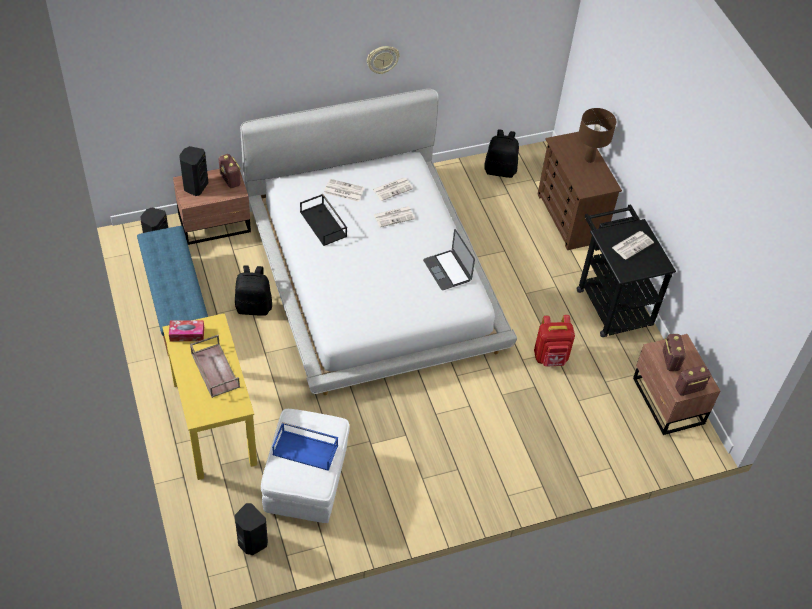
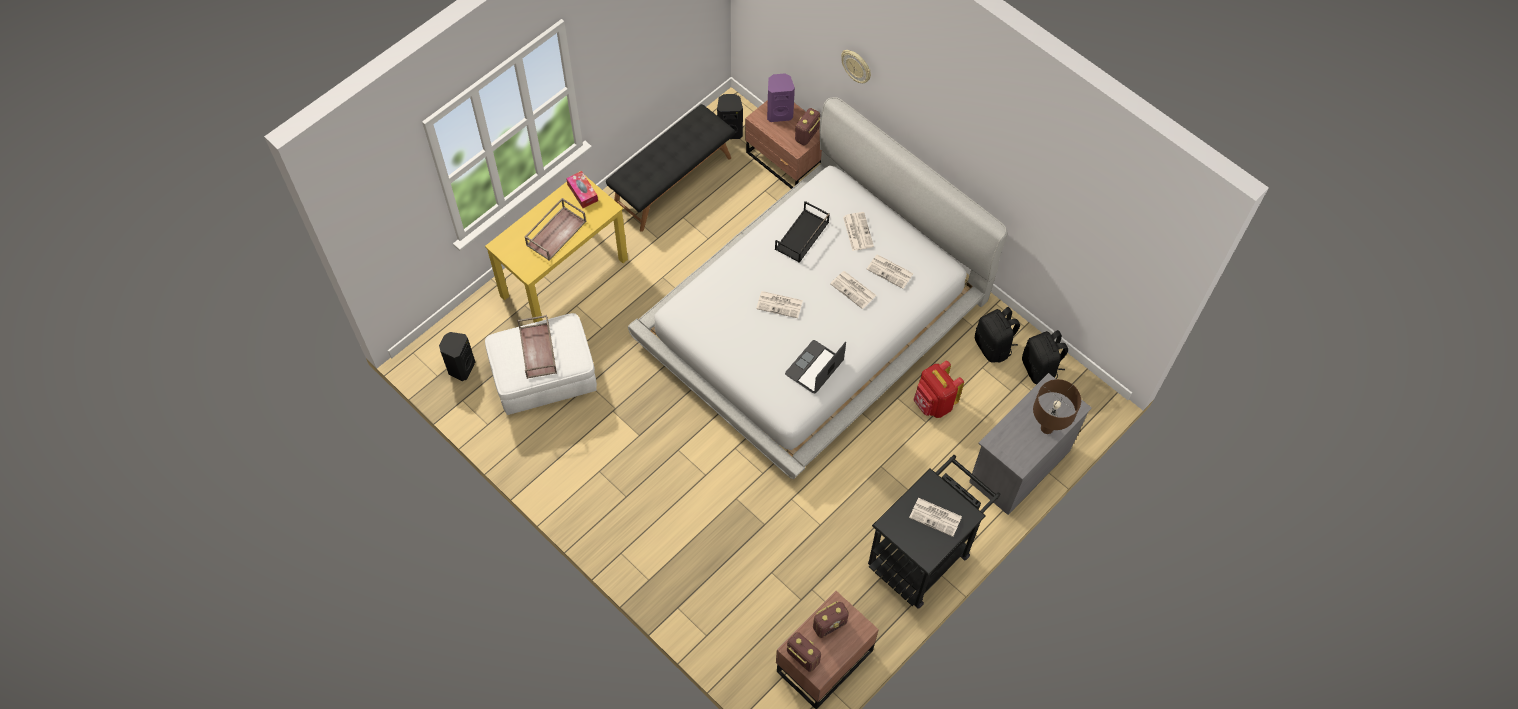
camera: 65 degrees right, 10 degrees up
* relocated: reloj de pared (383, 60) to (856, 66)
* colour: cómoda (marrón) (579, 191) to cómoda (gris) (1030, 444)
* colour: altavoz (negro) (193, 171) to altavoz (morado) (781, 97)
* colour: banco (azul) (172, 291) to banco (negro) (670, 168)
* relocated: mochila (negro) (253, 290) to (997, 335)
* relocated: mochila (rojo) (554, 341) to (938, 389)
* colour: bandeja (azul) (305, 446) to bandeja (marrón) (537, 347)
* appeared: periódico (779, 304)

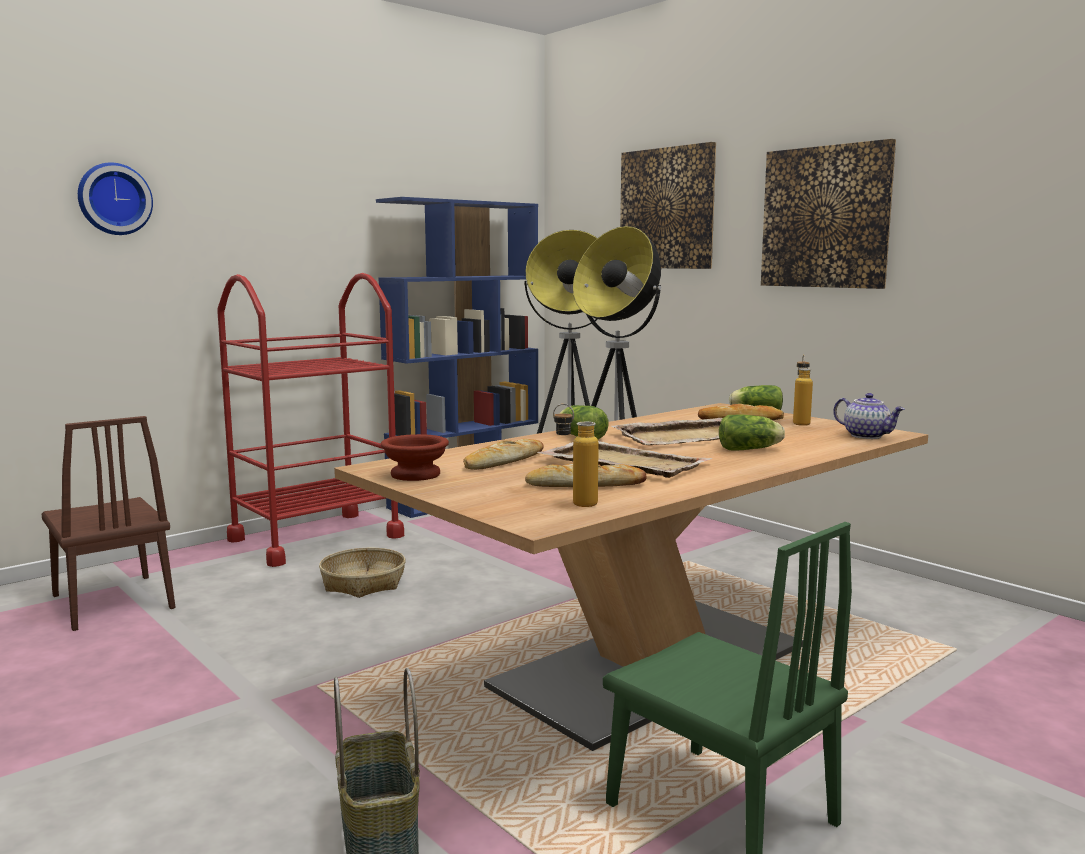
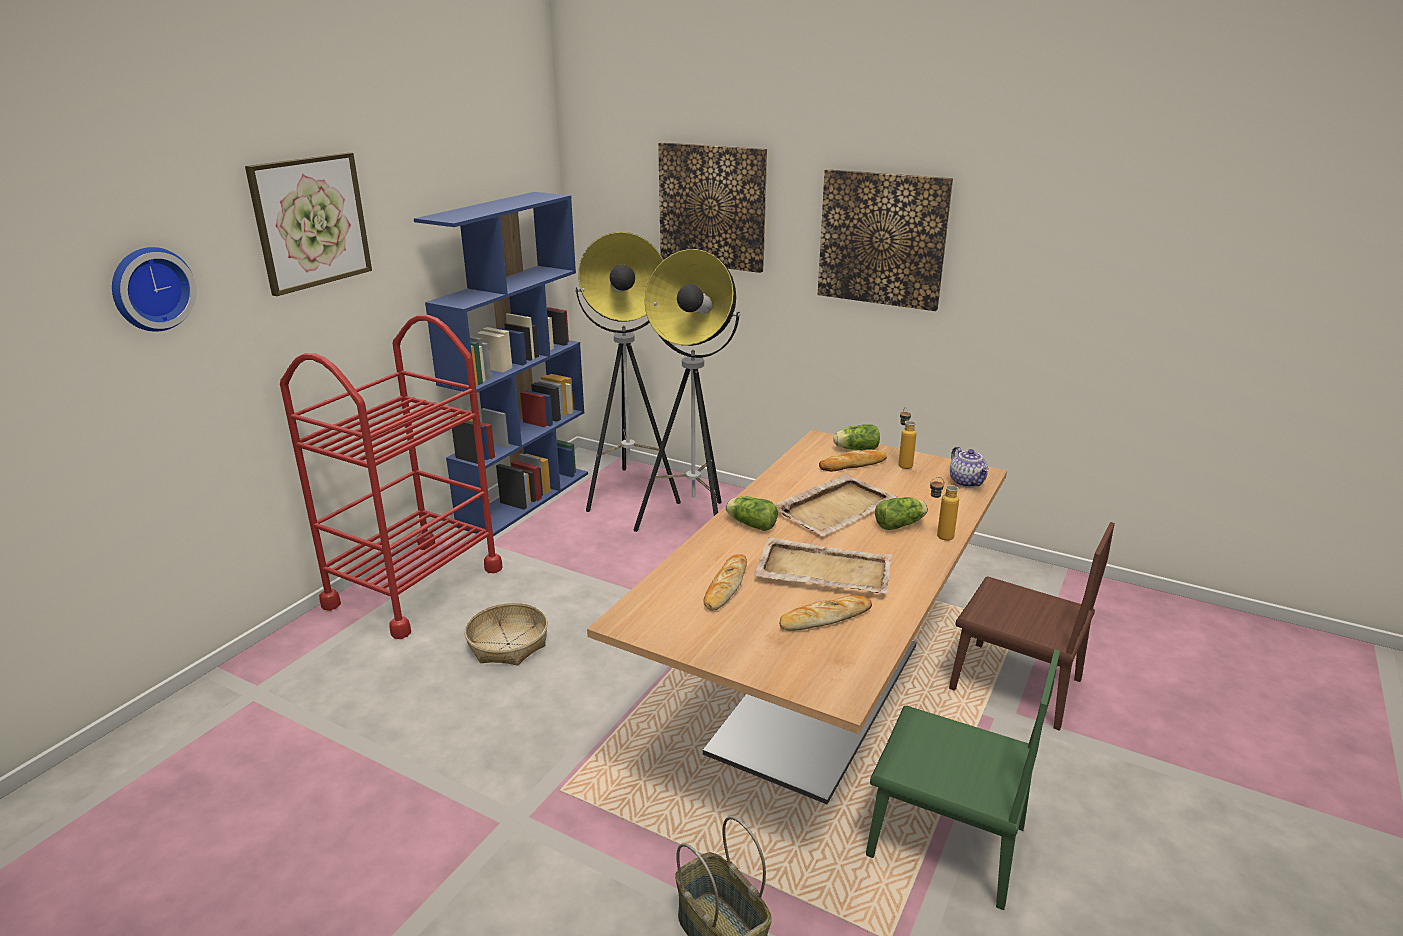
camera: 20 degrees left, 15 degrees up
* spun: tetera (869, 416) = (969, 467) 45 degrees clockwise
* relocated: botella (576, 455) to (944, 509)
* relocated: silla (marrón) (108, 523) to (1032, 626)
* missing: cuenco (marrón) (415, 457)
* appeared: cuadro (308, 224)

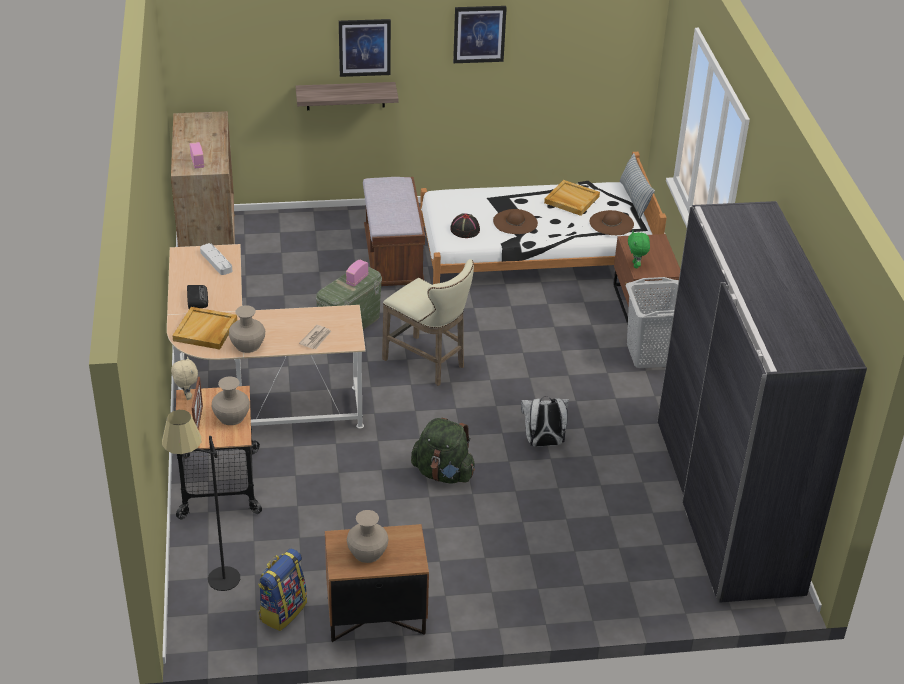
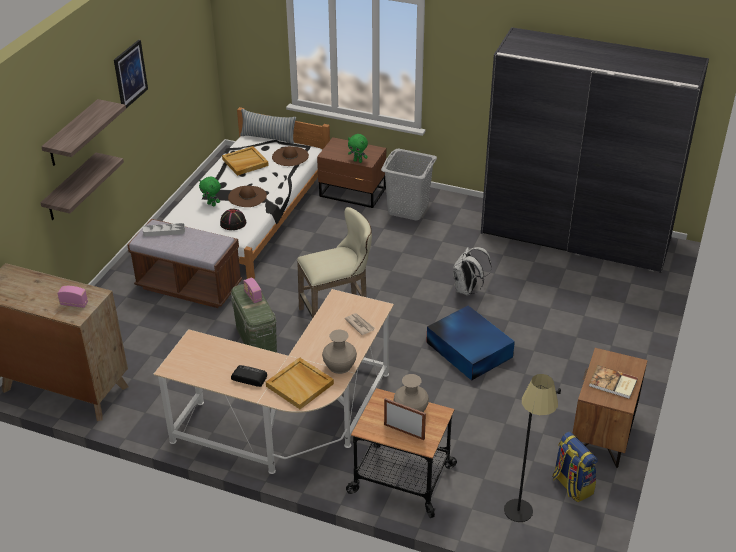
camera: 60 degrees left, 0 degrees up
* exchanged: cuadro (365, 48) to estante (83, 132)
* relocated: bandeja (gris) (216, 259) to (164, 230)
* missing: peluche (beis) (184, 378)
* exchanged: mochila (verde) (443, 451) to caja de almacenaje (azul) (470, 342)
* exchanged: florero (beis) (368, 536) to libro (613, 382)
* appeared: peluche (verde) (210, 192)

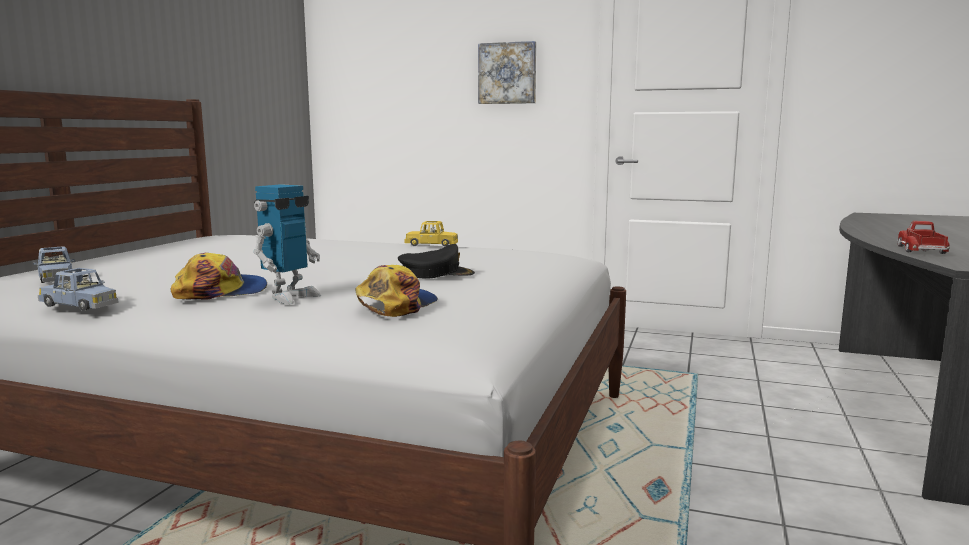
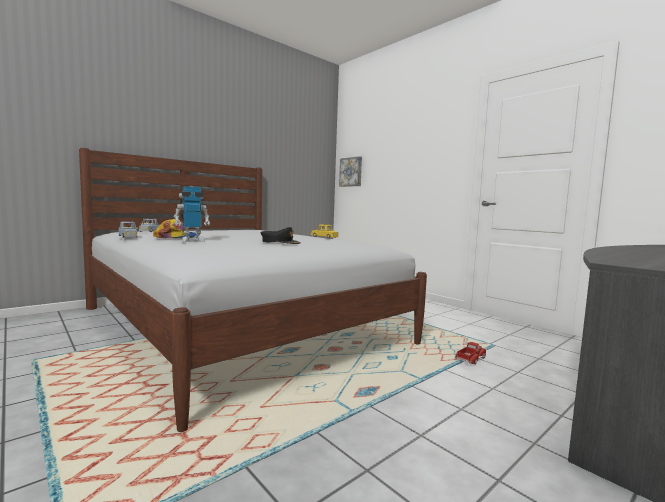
camera: 30 degrees right, 5 degrees down
* relocated: cuadro (507, 72) to (350, 171)
* relocated: camión de juguete (923, 237) to (470, 353)
* missing: gorra (396, 291)

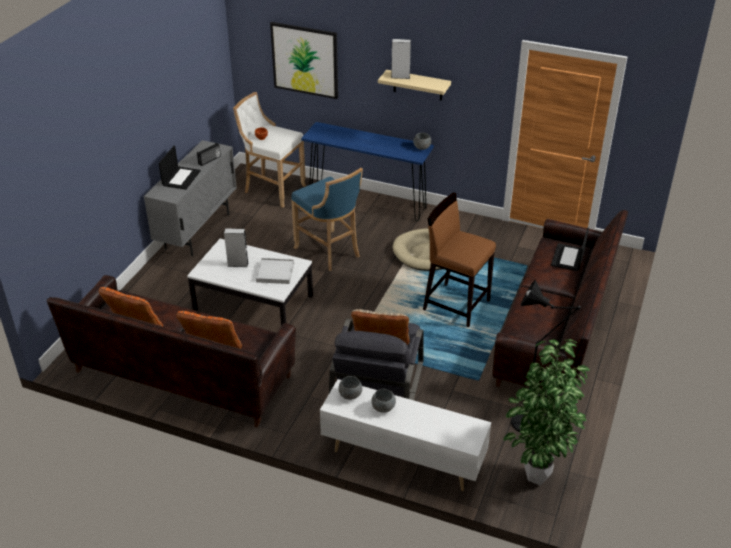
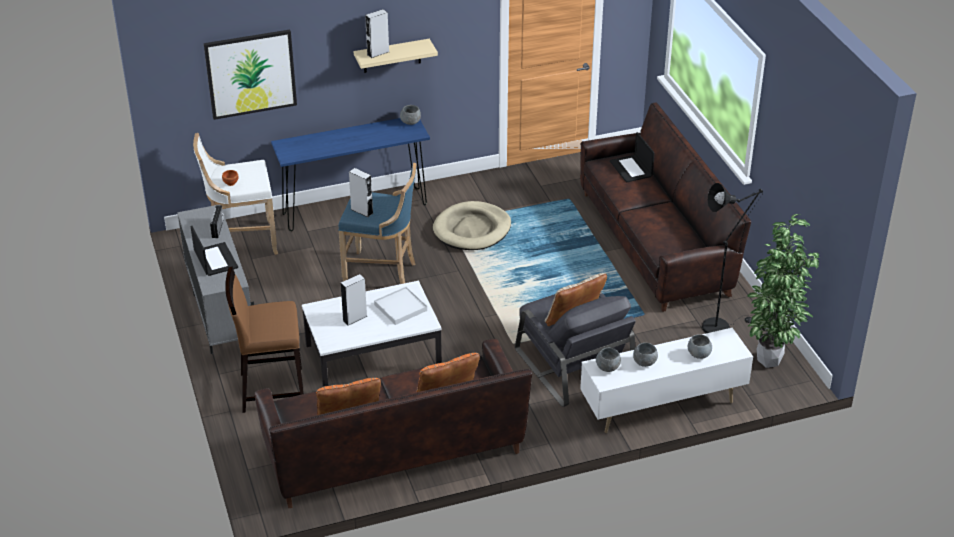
camera: 40 degrees left, 0 degrees up
* relocated: taburete (marrón) (459, 259) to (264, 339)
* appeared: altavoz (gris) (361, 192)
* appeared: cuenco (gris) (700, 346)

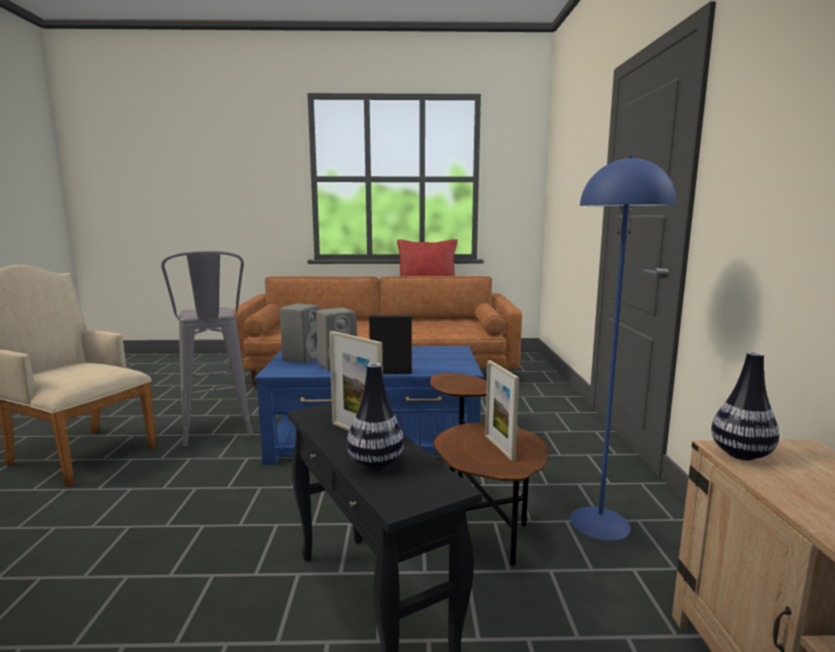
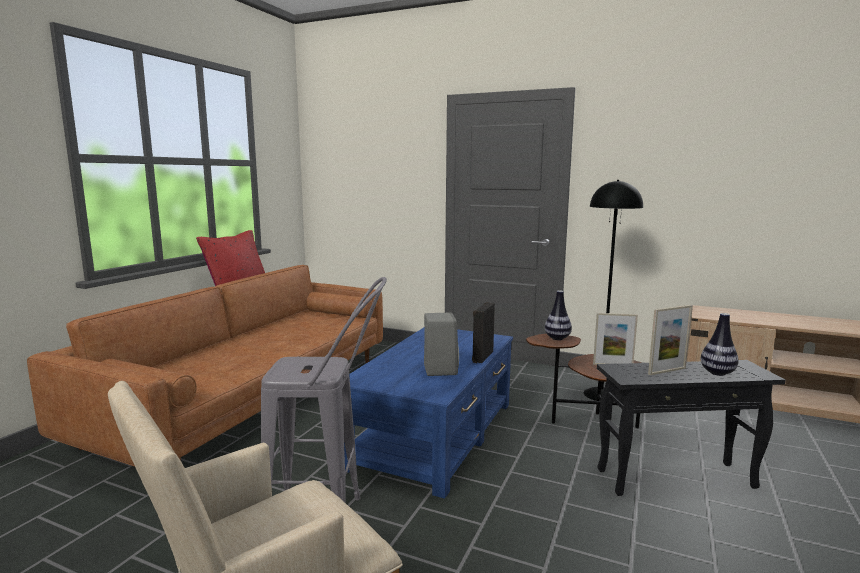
camera: 65 degrees left, 0 degrees up
* colour: lámpara de pie (azul) (623, 348) to lámpara de pie (negro) (613, 291)
* missing: altavoz (gris) (300, 333)
* relocated: florero (745, 406) to (558, 315)

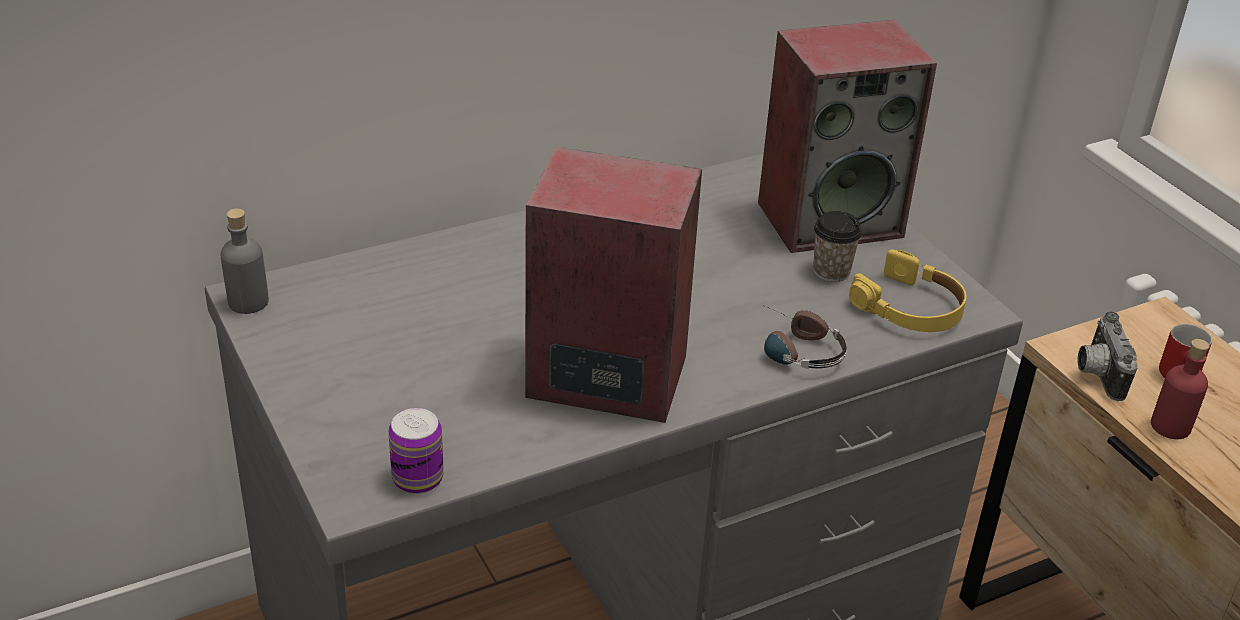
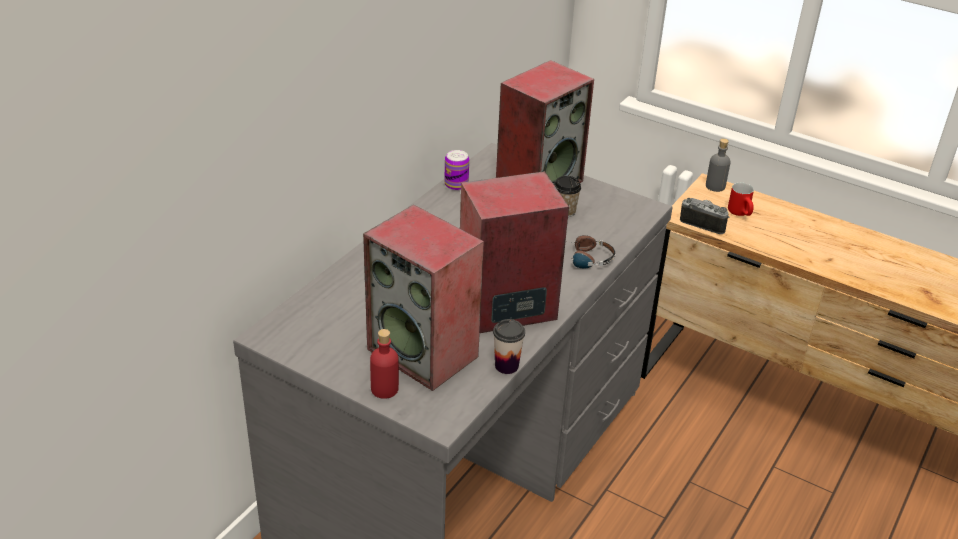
camera: 30 degrees left, 0 degrees up
* relocated: botella (gris) (244, 261) to (718, 165)
* missing: auriculares (amarillo) (908, 290)
* spun: cámara (1107, 356) = (704, 216) 150 degrees clockwise
* relocated: botella (rojo) (1180, 389) to (384, 364)
* relocated: lata (416, 451) to (456, 170)
* appeared: altavoz (423, 298)
* appeared: taza (509, 346)

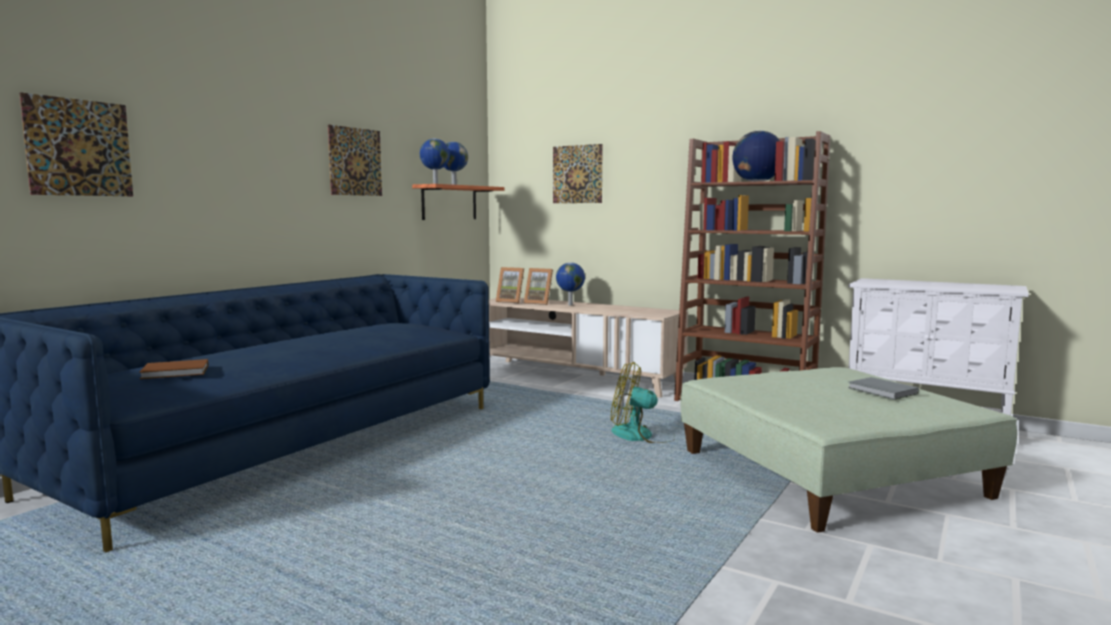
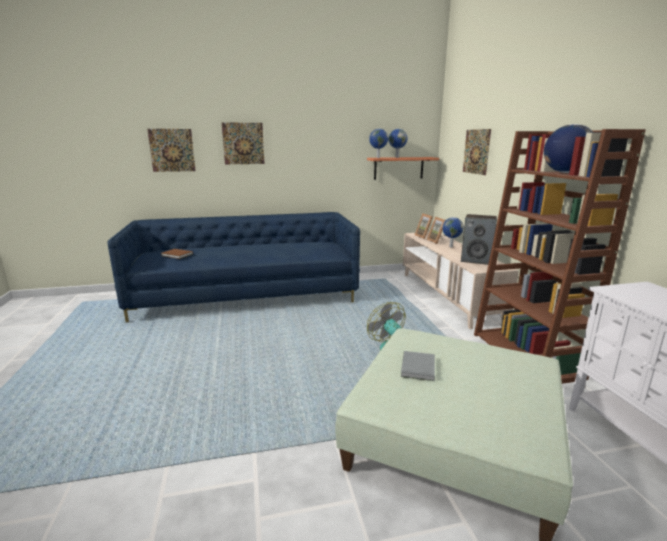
camera: 45 degrees right, 10 degrees up
* relocated: cuadro (355, 160) to (243, 143)
* relocated: libro (gris) (883, 388) to (418, 366)
* appeared: altavoz (479, 239)

